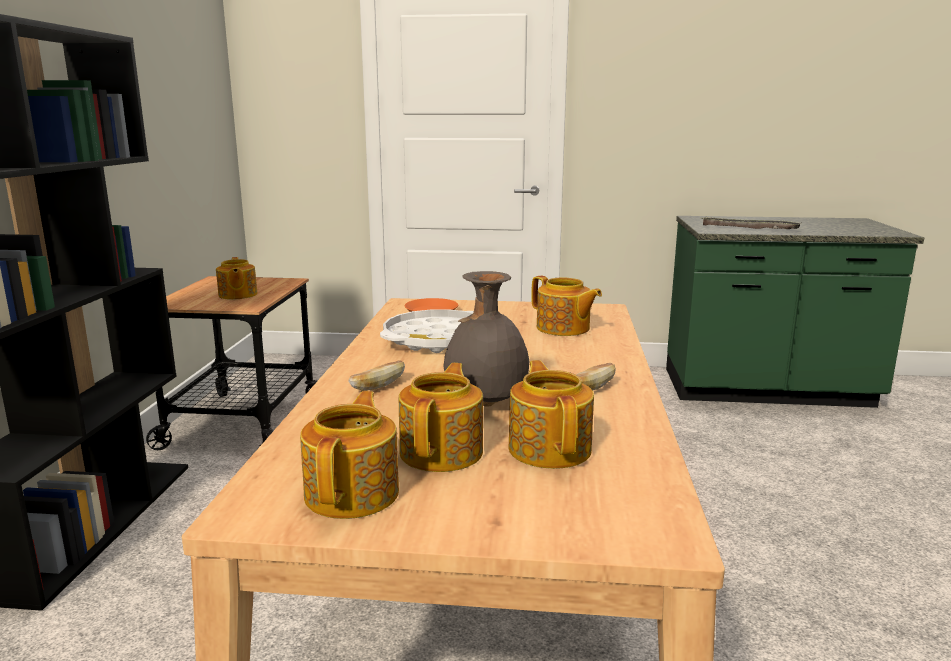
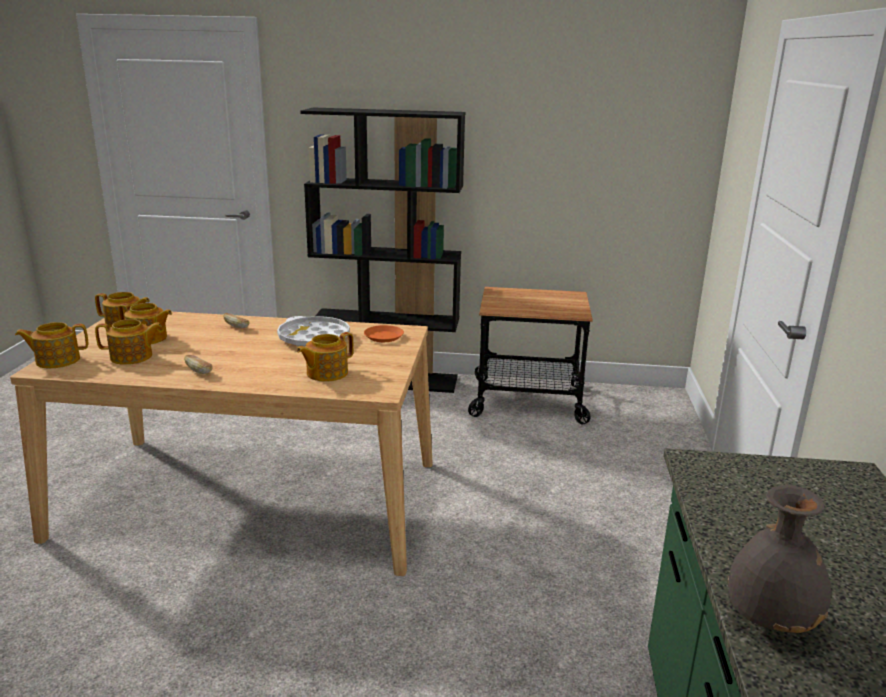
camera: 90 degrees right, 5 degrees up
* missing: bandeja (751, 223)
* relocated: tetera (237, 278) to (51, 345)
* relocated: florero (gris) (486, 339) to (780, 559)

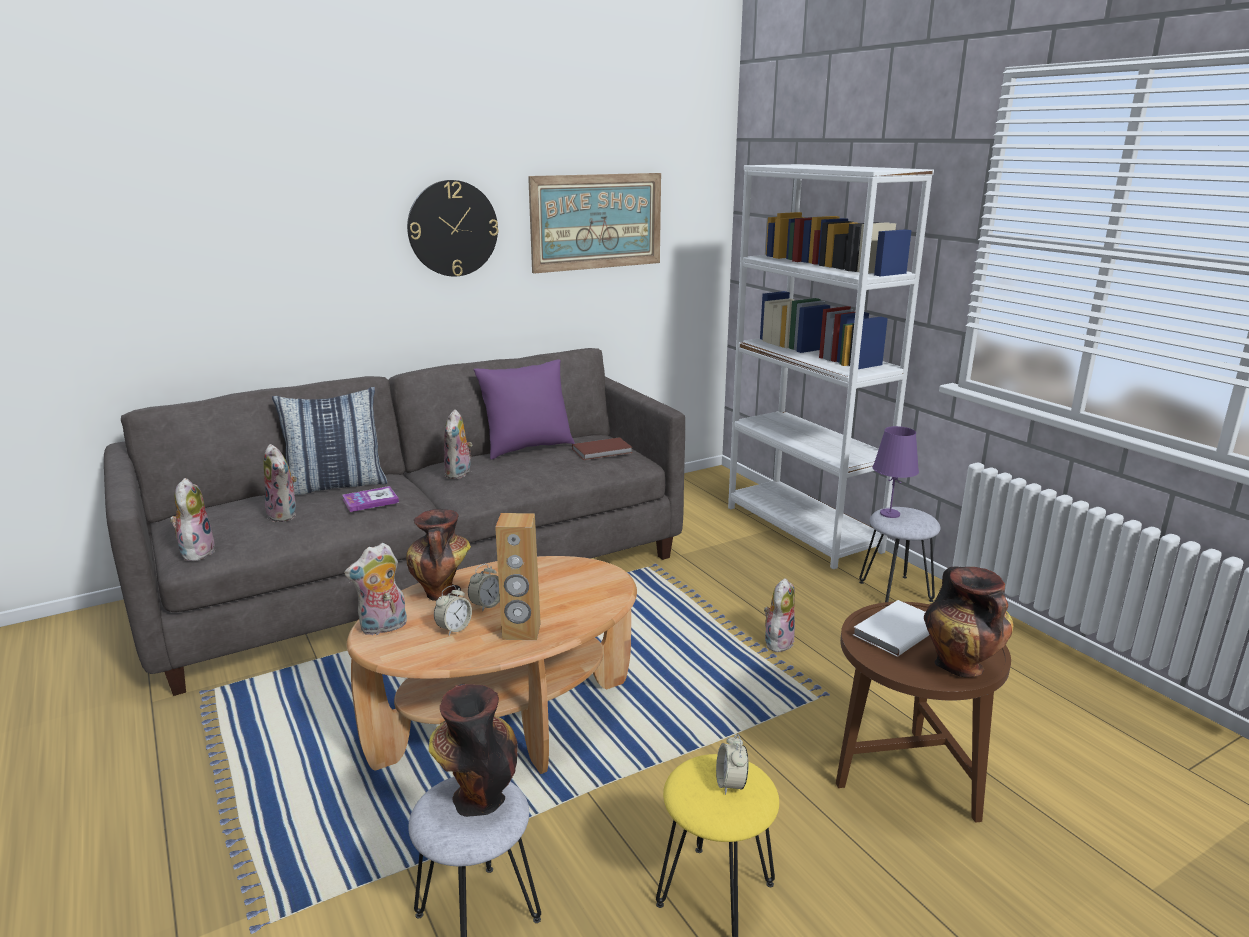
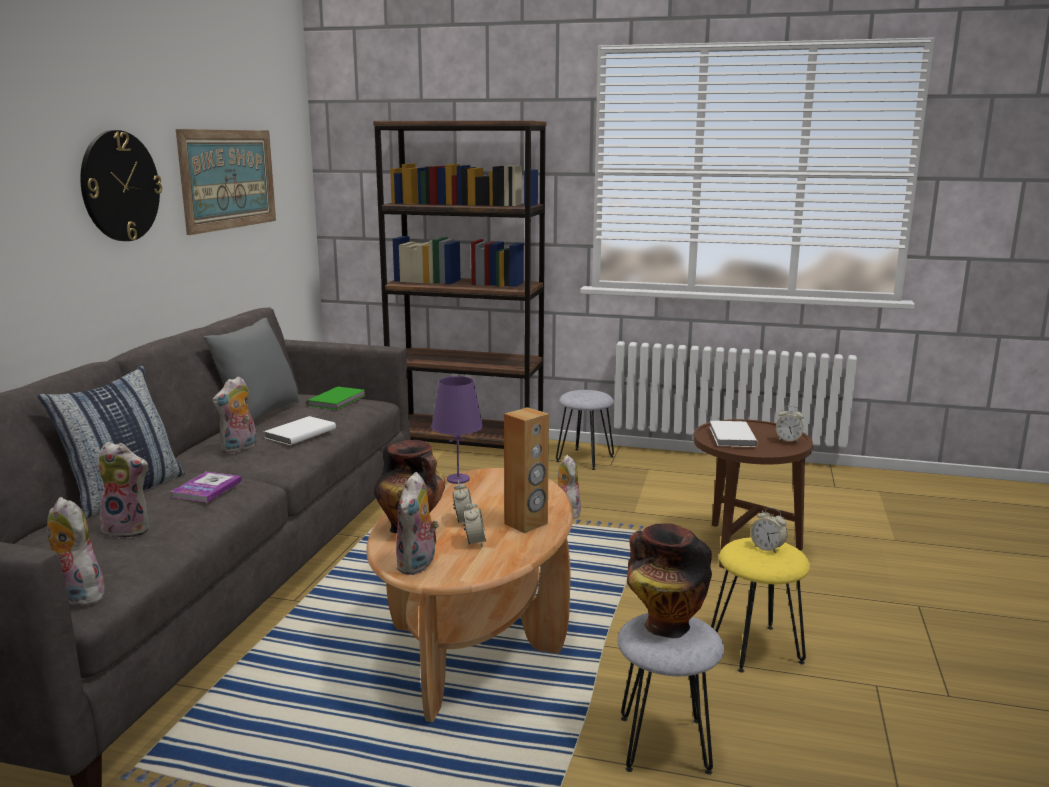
camera: 45 degrees left, 5 degrees down
* colour: estantería (blanco) (831, 366) to estantería (marrón) (460, 284)
* colour: cojín (morado) (524, 409) to cojín (gris) (251, 370)
* spun: peluche (458, 444) = (234, 415) 75 degrees clockwise
* relocated: lámpara de mesa (morado) (896, 472) to (457, 430)
* colour: libro (marrón) (602, 448) to libro (verde) (336, 398)
* exchanged: florero (969, 621) to despertador (790, 424)
* appeared: libro (blanco) (300, 430)

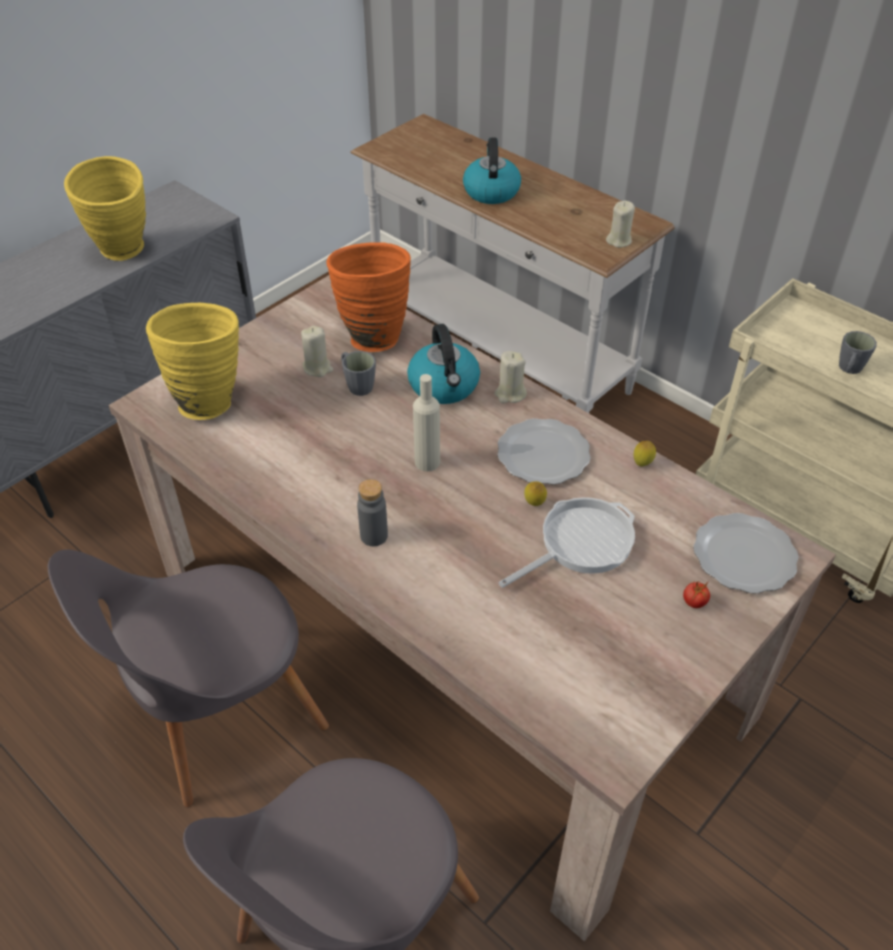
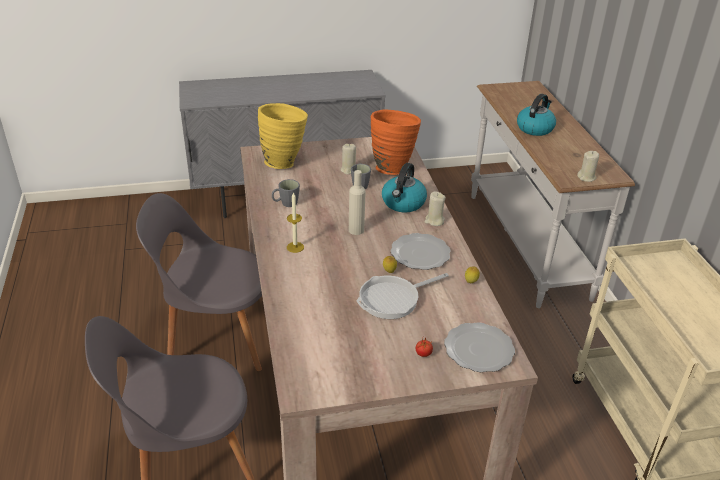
camera: 35 degrees right, 10 degrees down
* missing: florero (amarillo) (105, 208)
* relocated: taza grande (gris) (858, 352) to (286, 193)
* exchanged: botella (gris) (372, 512) to vela (295, 222)
* spun: sartén (566, 542) = (402, 296) 150 degrees clockwise

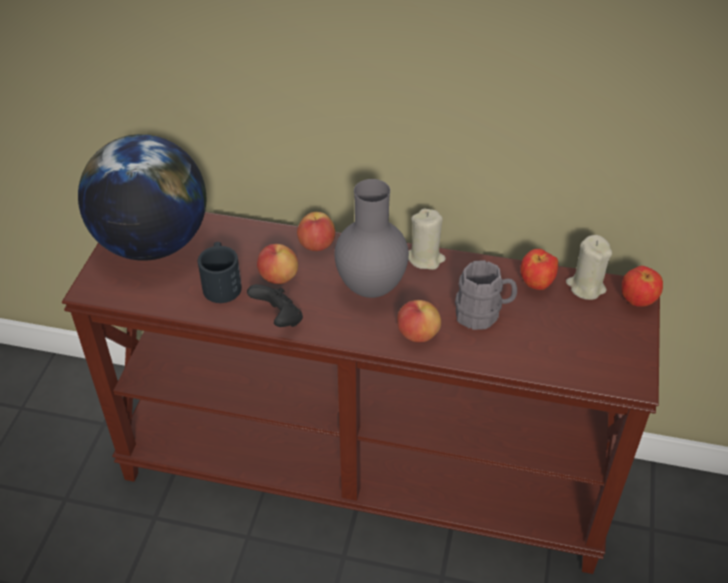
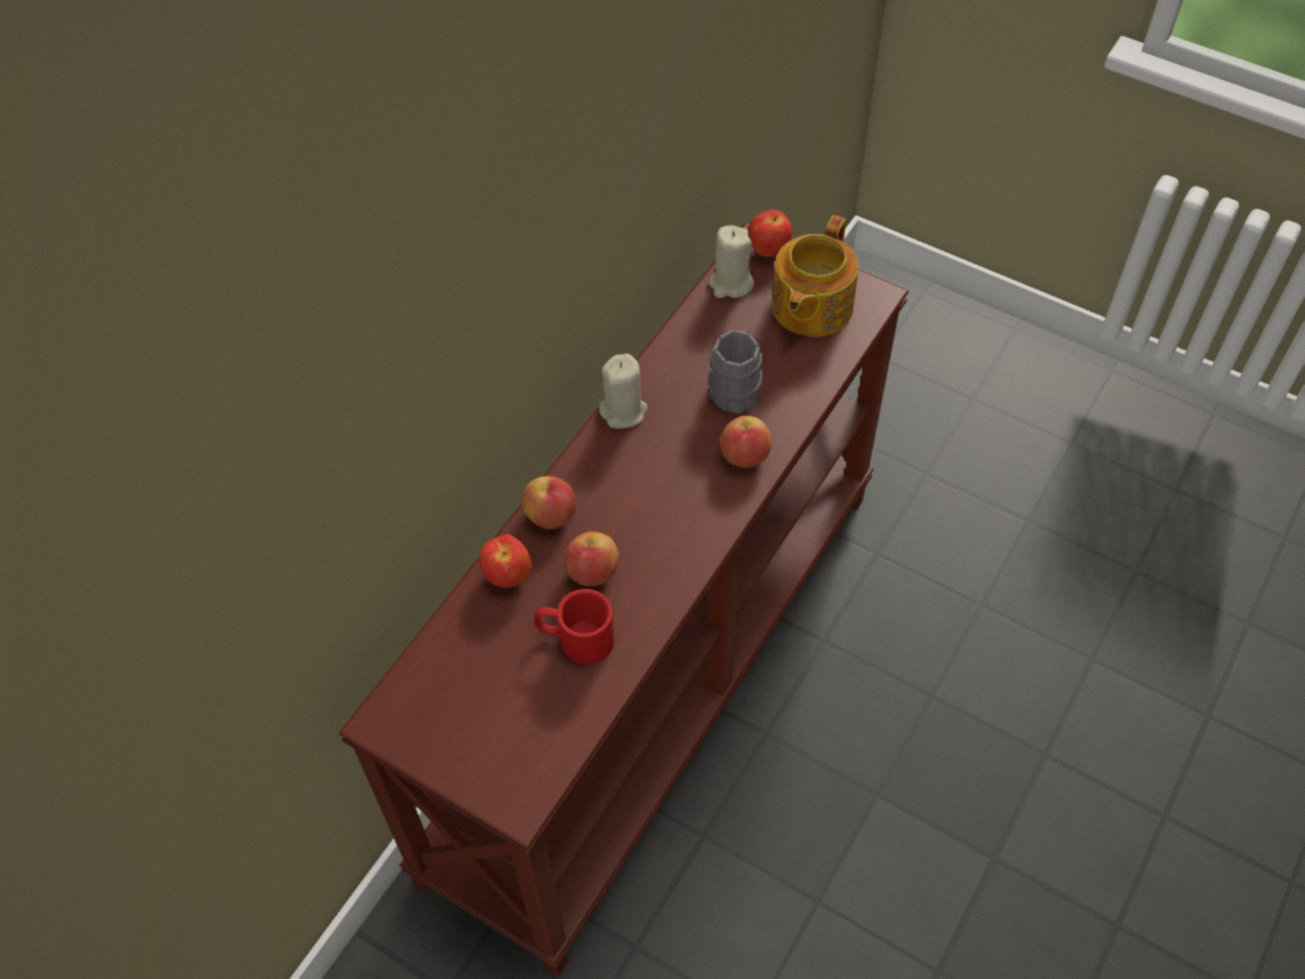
camera: 70 degrees left, 10 degrees up
* missing: globo terráqueo (142, 197)
* missing: florero (gris) (371, 238)
* colour: taza grande (negro) (220, 272) to taza grande (rojo) (574, 627)
* relocated: manzana (539, 269) to (505, 561)
* missing: mando de consola (negro) (275, 305)
* appeared: tetera (815, 276)

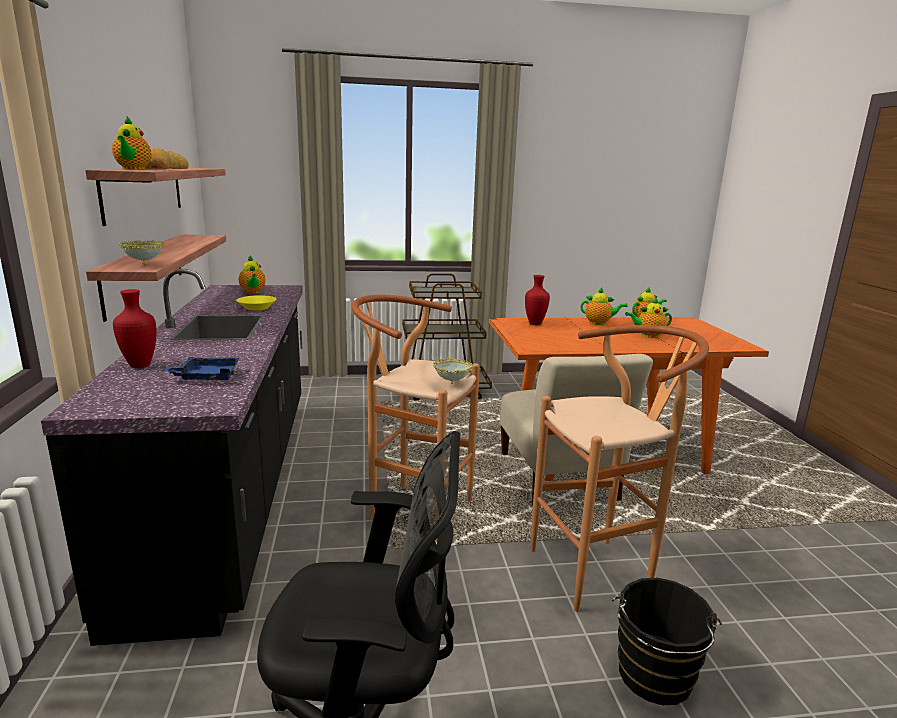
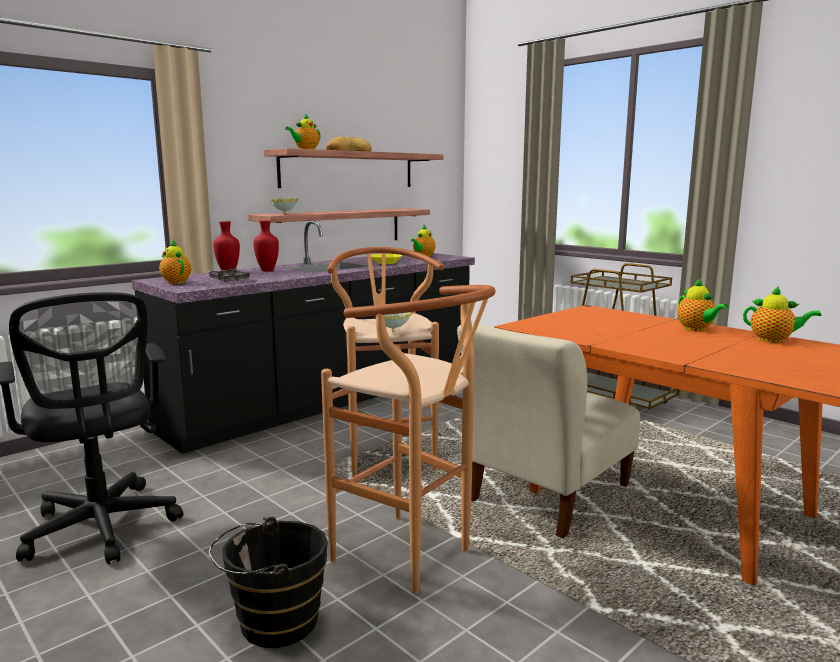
camera: 55 degrees right, 5 degrees down
* relocated: florero (rojo) (537, 300) to (266, 246)
* relocated: tetera (648, 317) to (175, 262)
* colour: bandeja (azul) (201, 368) to bandeja (gris) (230, 275)

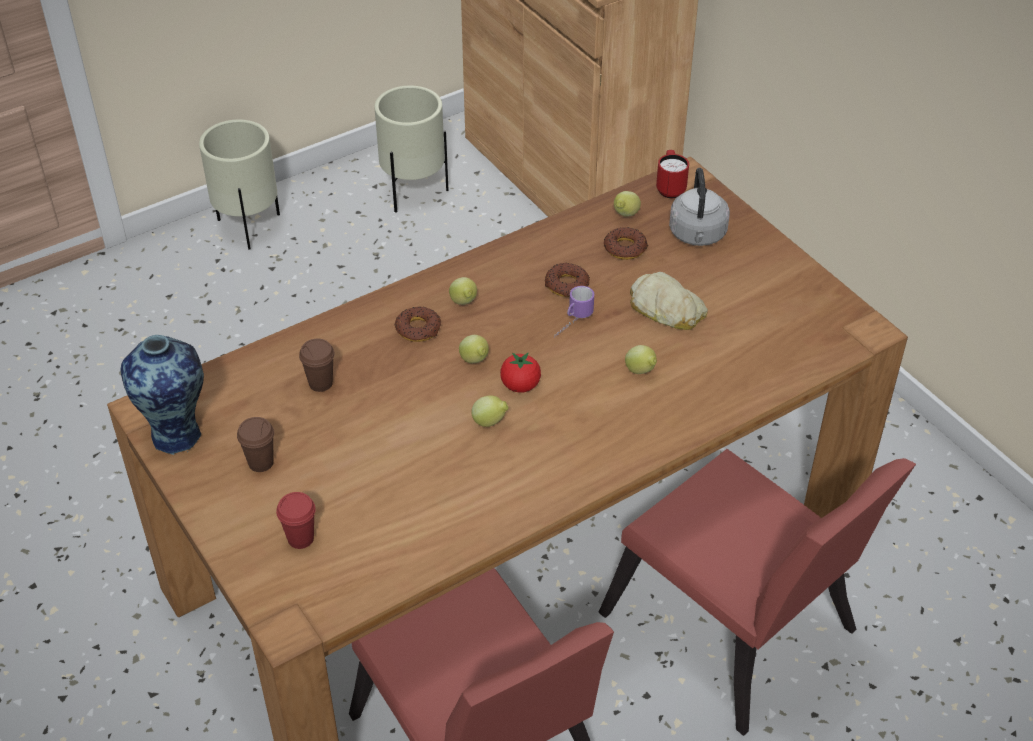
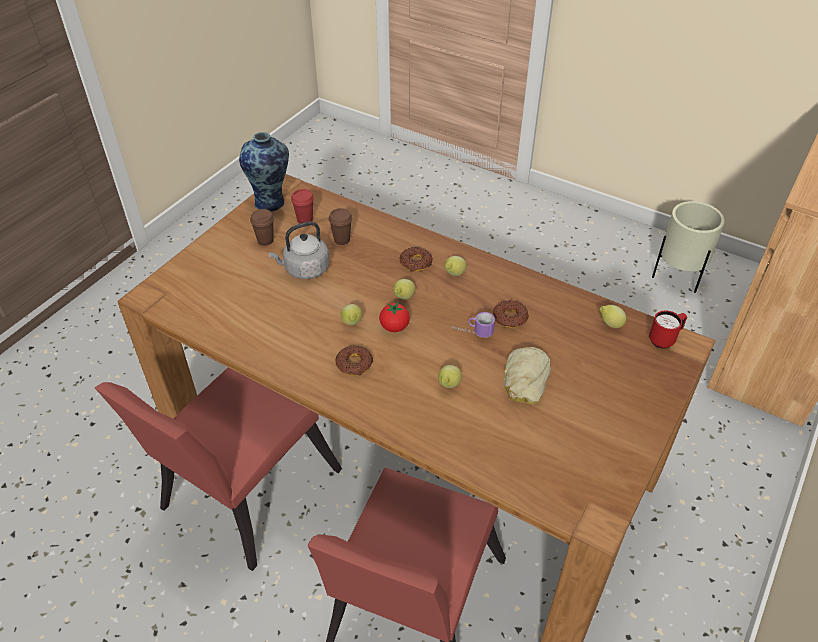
camera: 65 degrees right, 0 degrees up
* missing: maceta (beis) (239, 184)
* relocated: hervidor (gris) (699, 207) to (299, 250)
* relocated: rosquilla (626, 243) to (354, 361)
* relocated: taza (rojo) (296, 520) to (302, 206)

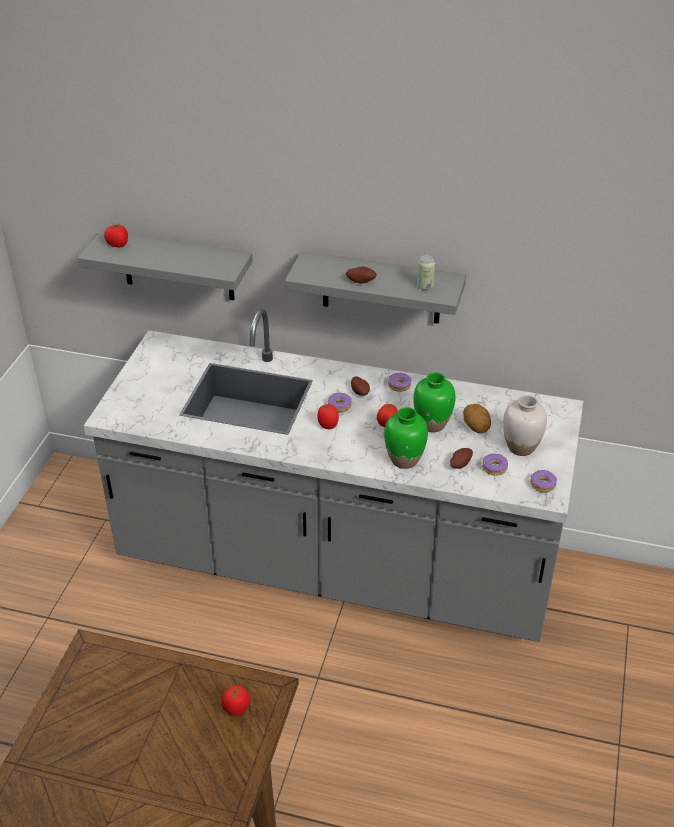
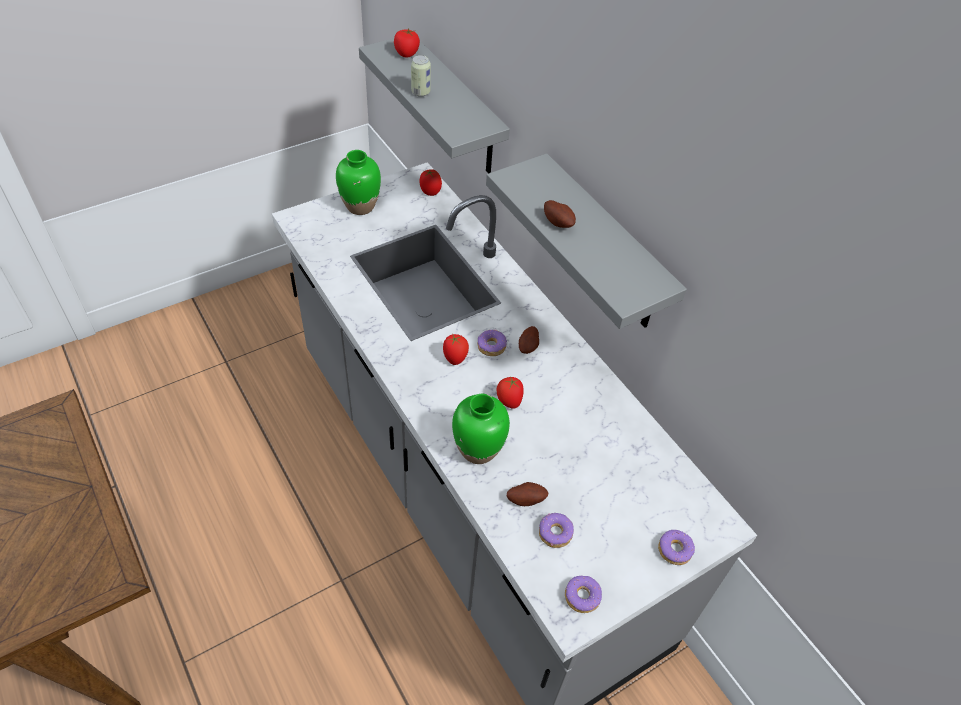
camera: 40 degrees right, 10 degrees up
* relocated: lata (426, 272) to (421, 76)
* relocated: florero (verde) (434, 402) to (358, 182)
* relocated: rosquilla (399, 382) to (676, 547)
* missing: florero (blanco) (525, 425)
* missing: patata (477, 418)
* relocated: tomate (235, 700) to (431, 182)

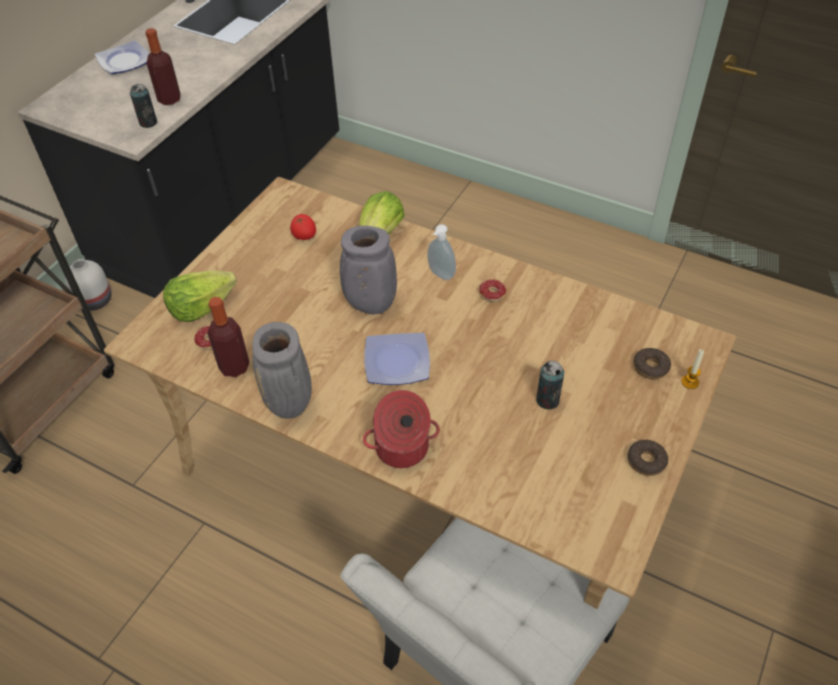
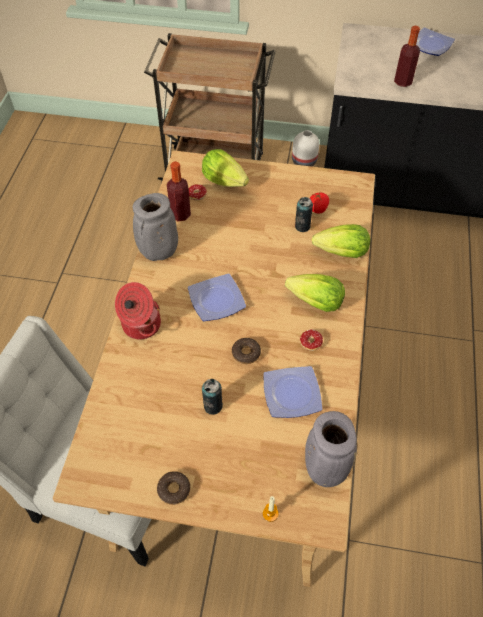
camera: 70 degrees right, 5 degrees up
* relocated: lata (143, 106) to (304, 214)
* exchanged: dispensador de jabón (441, 252) to lechuga (315, 293)
* relocated: florero (gris) (368, 270) to (331, 449)
* relocated: rosquilla (652, 363) to (246, 351)
* appeared: plato (292, 392)

